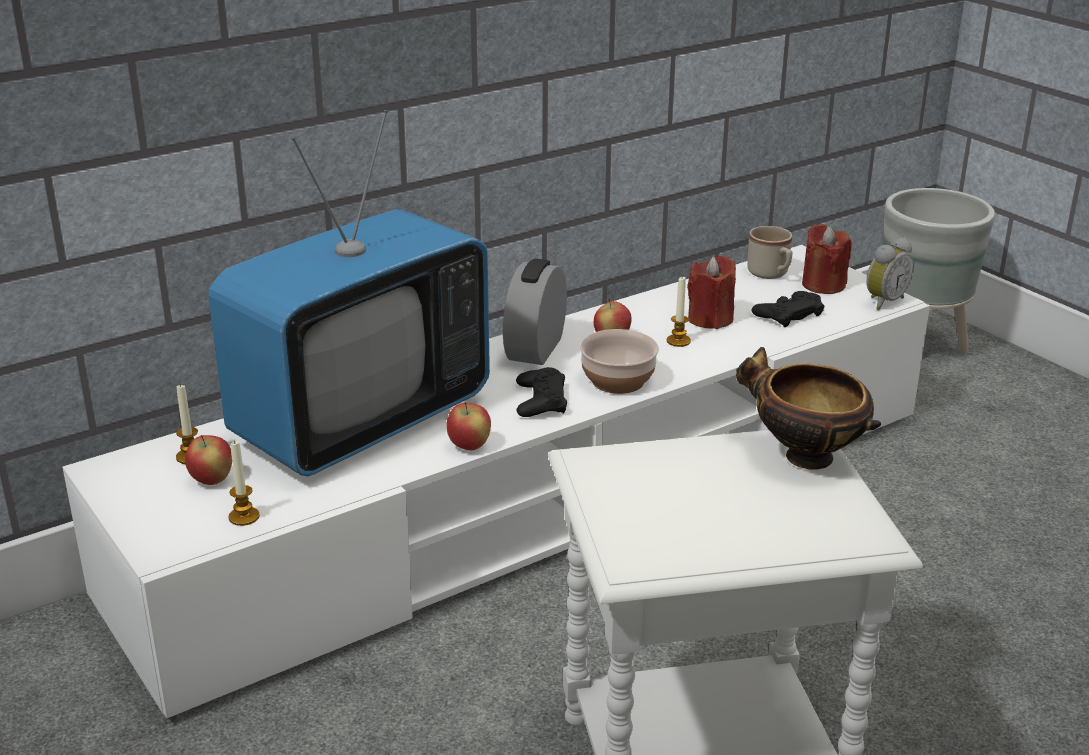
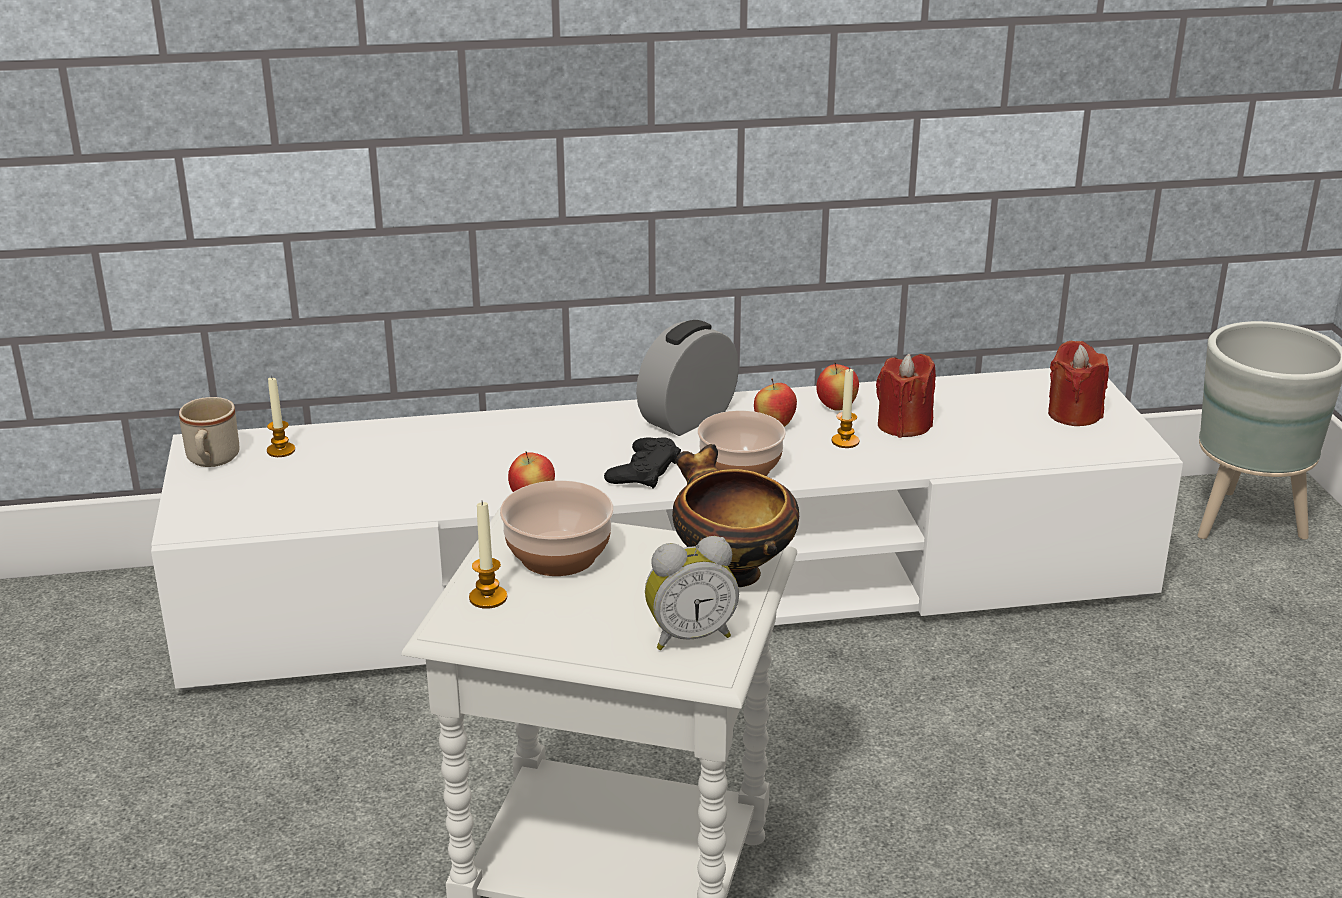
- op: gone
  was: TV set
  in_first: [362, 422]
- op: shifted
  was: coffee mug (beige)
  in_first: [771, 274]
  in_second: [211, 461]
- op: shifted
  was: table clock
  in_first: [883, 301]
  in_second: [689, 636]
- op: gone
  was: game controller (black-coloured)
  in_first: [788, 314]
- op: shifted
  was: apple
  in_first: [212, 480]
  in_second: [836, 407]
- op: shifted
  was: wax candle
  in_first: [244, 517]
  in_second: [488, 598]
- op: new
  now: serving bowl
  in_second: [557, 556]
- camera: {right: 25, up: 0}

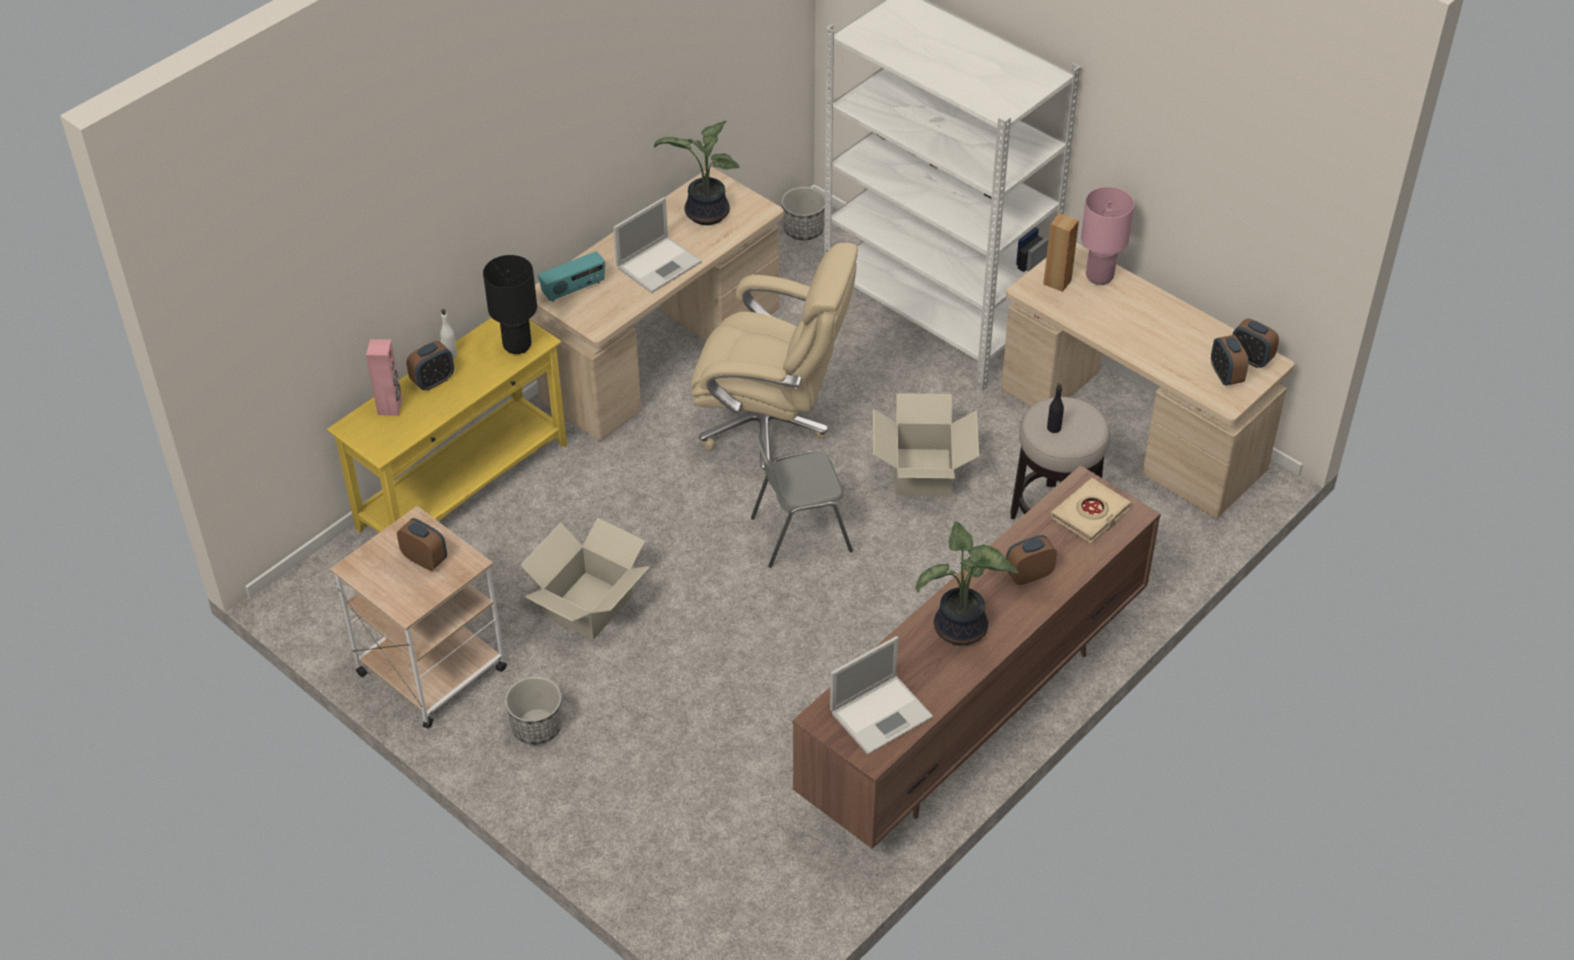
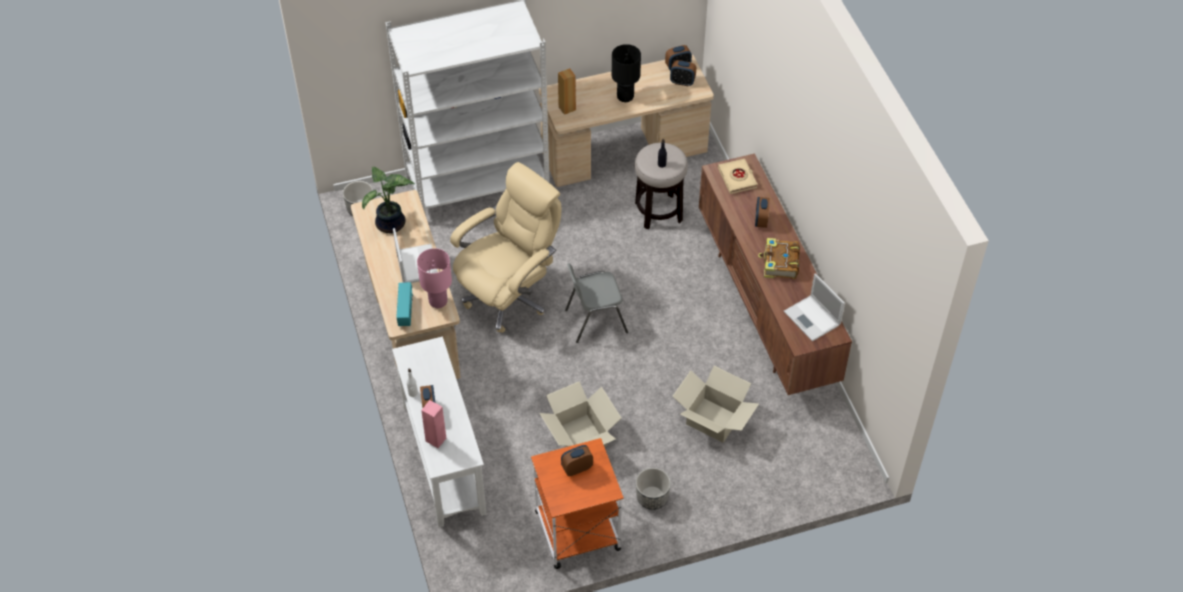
- op: shifted
  was: tabletop lamp (pink)
  in_first: [1099, 278]
  in_second: [438, 303]
- op: shifted
  was: tabletop lamp (black-coloured)
  in_first: [517, 347]
  in_second: [625, 98]
- op: repainted
  was: hall table (yellowish)
  now: hall table (white-coloured)
  in_first: [463, 485]
  in_second: [443, 459]
- op: shifted
  was: carton
  in_first: [923, 472]
  in_second: [713, 419]
- op: rotated
  was: upright chair (grey)
  in_first: [799, 534]
  in_second: [595, 320]
  clockwise: 60
- op: repainted
  was: cart (beige)
  now: cart (orange)
  in_first: [430, 669]
  in_second: [576, 531]
- op: swapped
  was: plant in a pot
  now: bound book
  in_first: [960, 631]
  in_second: [779, 264]
- op: rotated
  was: notebook computer
  in_first: [882, 713]
  in_second: [812, 319]
  clockwise: 150
- camera: {right: -60, up: 5}

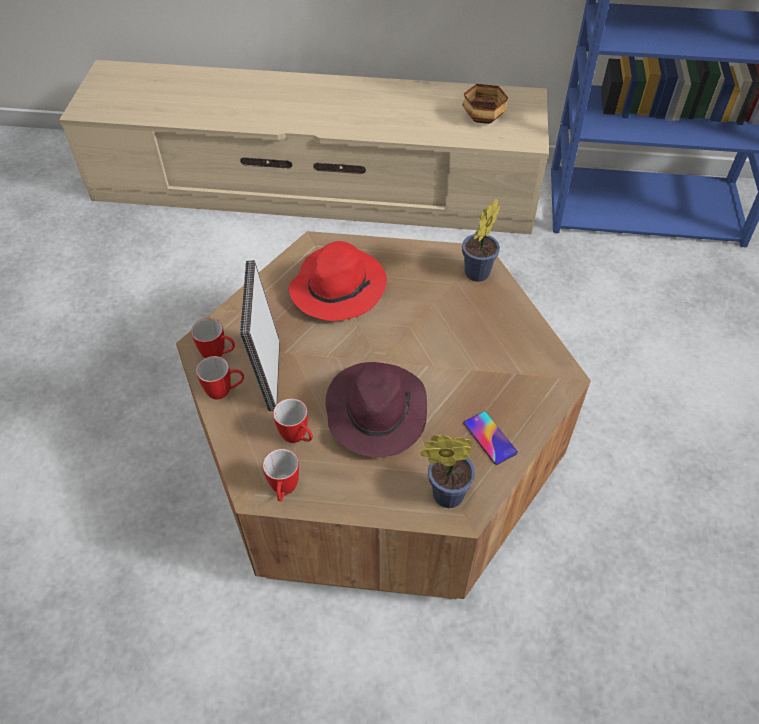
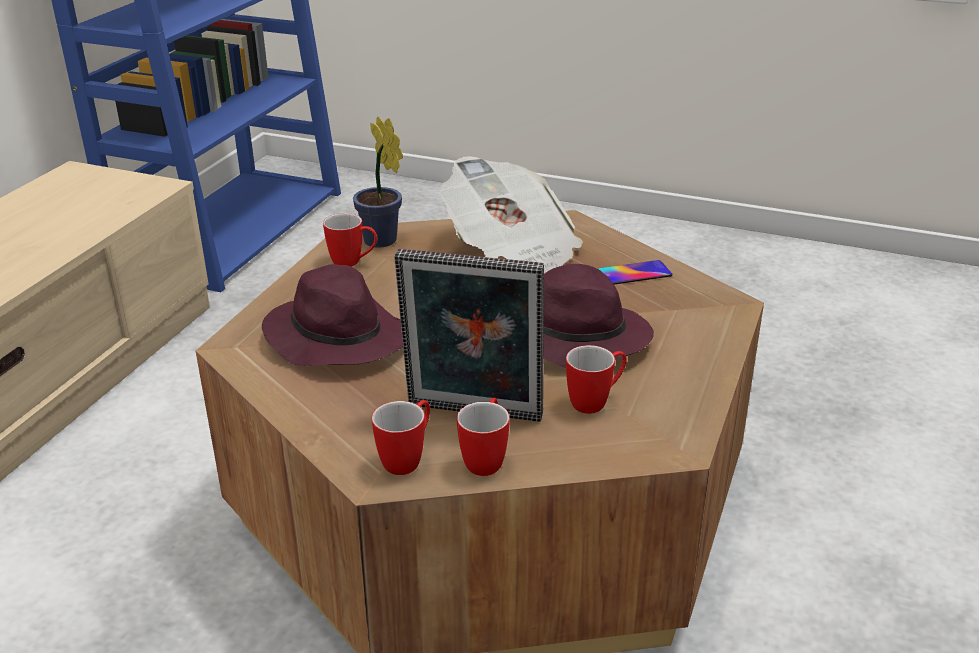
- op: gone
  was: serving bowl
  in_first: [481, 118]
- op: repainted
  was: wearable hat (red-coloured)
  now: wearable hat (purplish)
  in_first: [338, 287]
  in_second: [335, 337]
- op: gone
  was: plant in a pot
  in_first: [443, 494]
- op: shifted
  was: coffee mug
  in_first: [284, 491]
  in_second: [353, 262]
- op: new
  now: daily paper
  in_second: [512, 252]
- camera: {right: -75, up: -20}

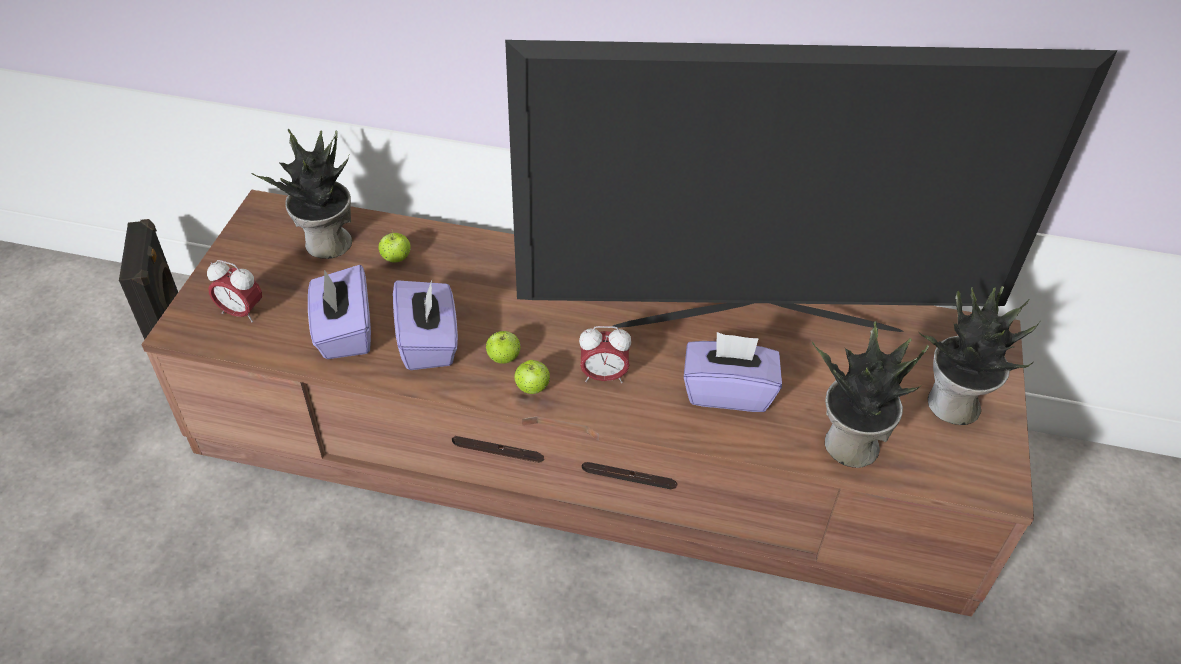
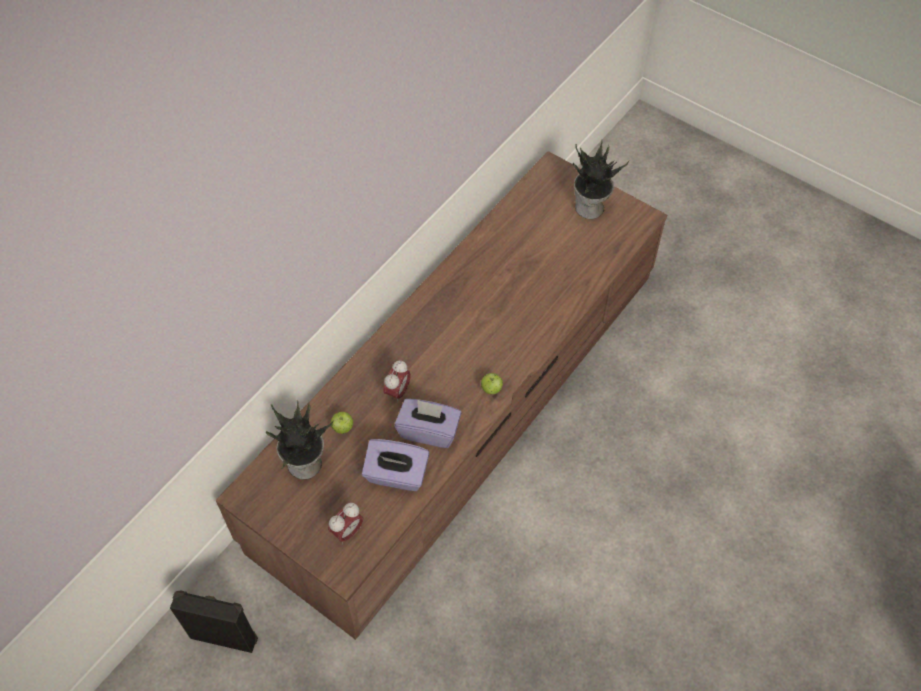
- op: gone
  was: TV set
  in_first: [756, 325]
- op: gone
  was: plant in a pot
  in_first: [849, 445]
- op: shifted
  was: table clock
  in_first: [603, 376]
  in_second: [398, 392]
- op: gone
  was: apple
  in_first: [503, 358]
- op: gone
  was: tissue holder (purplish)
  in_first: [728, 391]
- camera: {right: -65, up: 10}

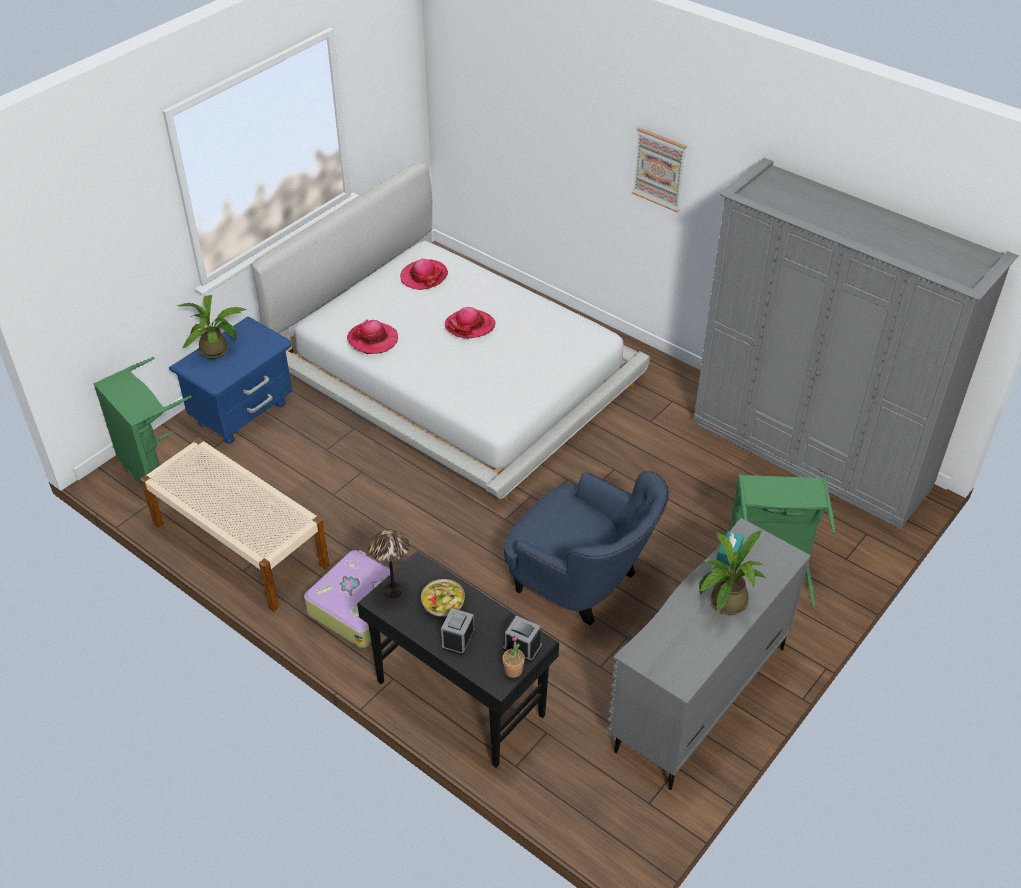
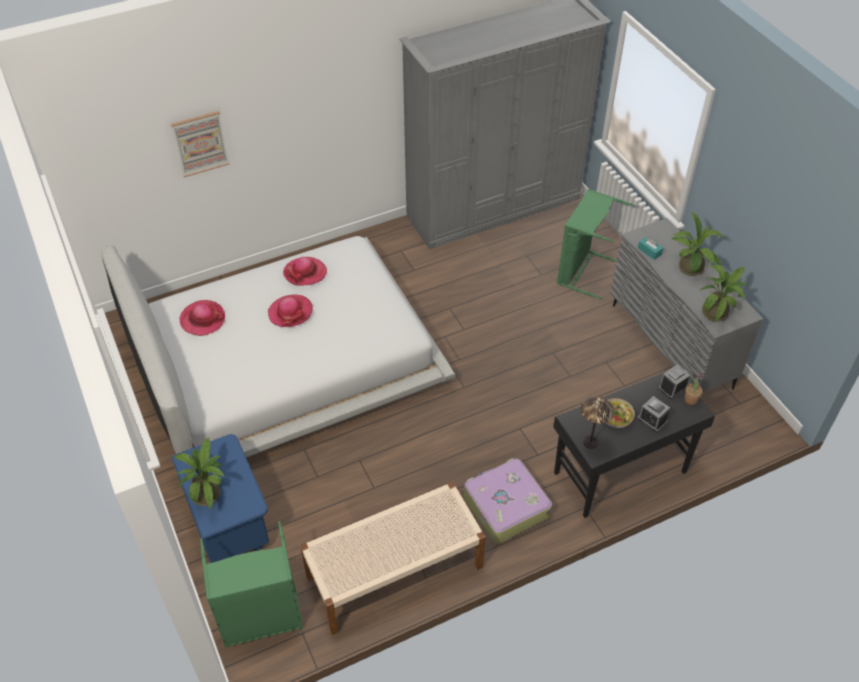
- op: shifted
  was: wall art
  in_first: [659, 169]
  in_second: [200, 143]
- op: shifted
  was: wearable hat
  in_first: [373, 339]
  in_second: [305, 273]
- op: gone
  was: lounge chair (blue-coloured)
  in_first: [582, 582]
- op: new
  now: plant in a pot
  in_second: [717, 312]
- camera: {right: -65, up: 5}

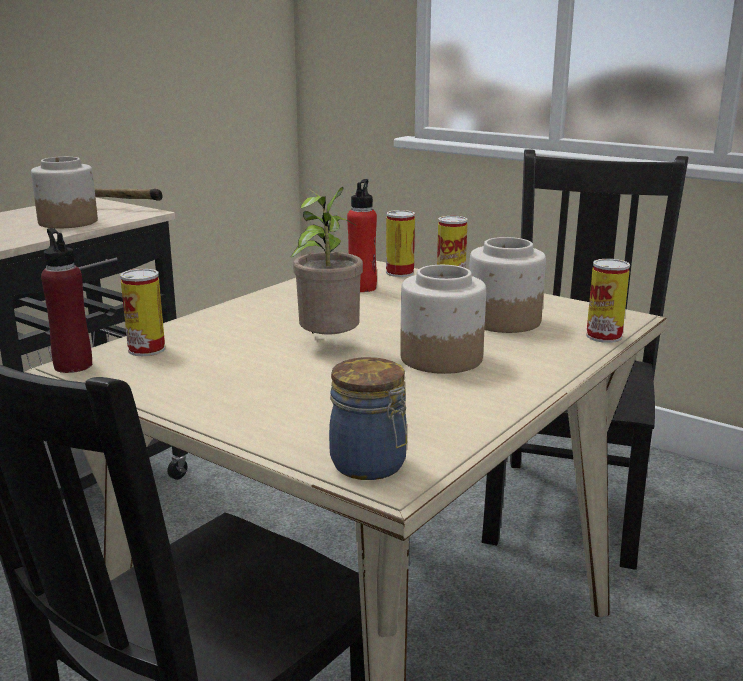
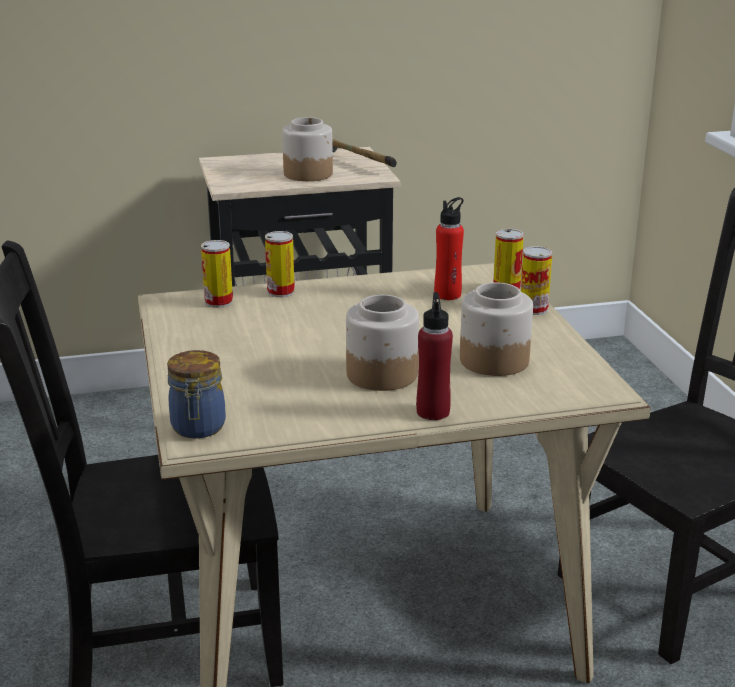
- op: gone
  was: plant in a pot
  in_first: [328, 346]
- op: shifted
  was: drink bottle (red-coloured)
  in_first: [73, 365]
  in_second: [433, 412]
- op: shifted
  was: metal can
  in_first: [604, 336]
  in_second: [281, 291]
- camera: {right: 40, up: 5}

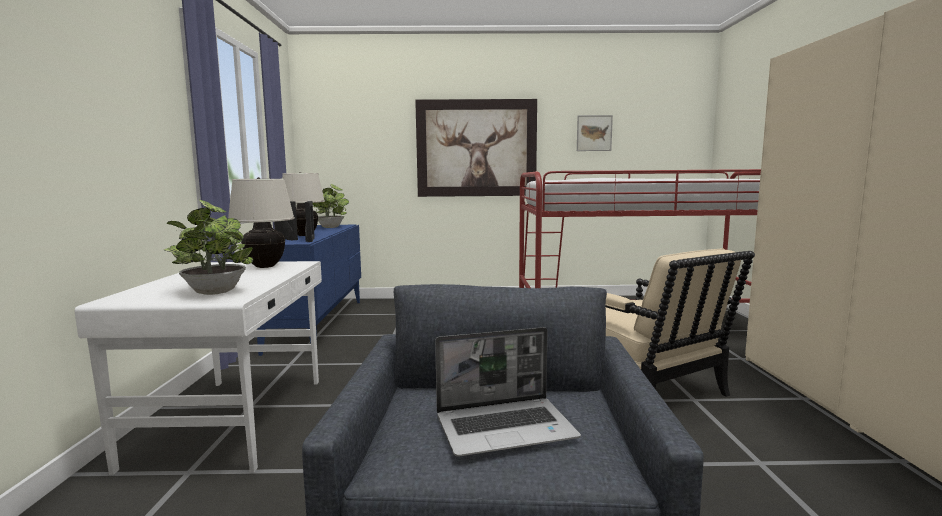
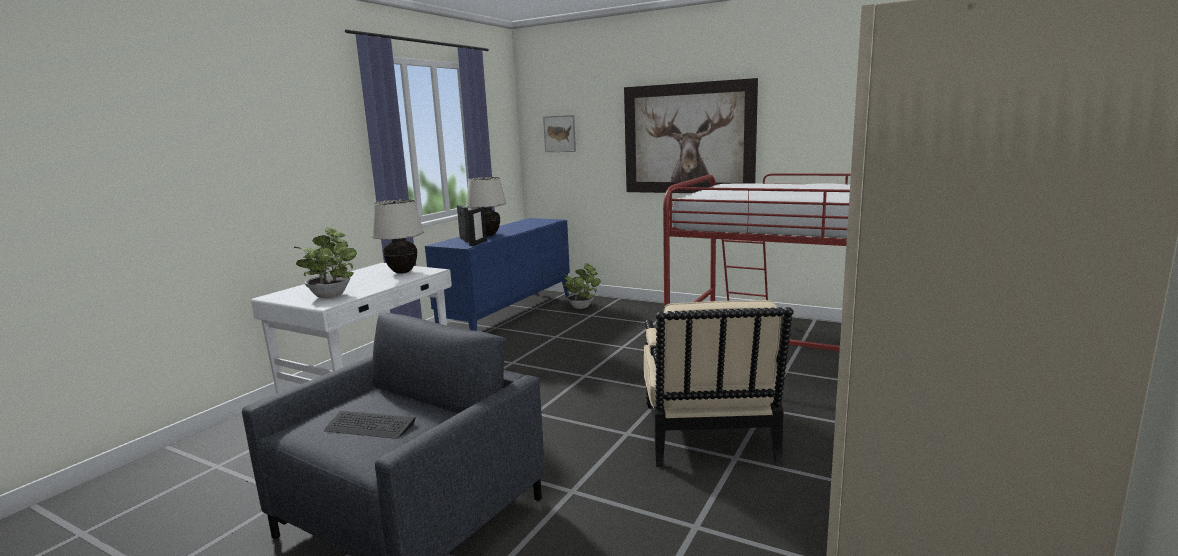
- op: shifted
  was: wall art
  in_first: [594, 133]
  in_second: [559, 133]
- op: shifted
  was: plant in a pot
  in_first: [331, 227]
  in_second: [582, 306]
- op: swapped
  was: notebook computer
  now: PC keyboard
  in_first: [506, 427]
  in_second: [370, 426]
- camera: {right: 30, up: 5}

